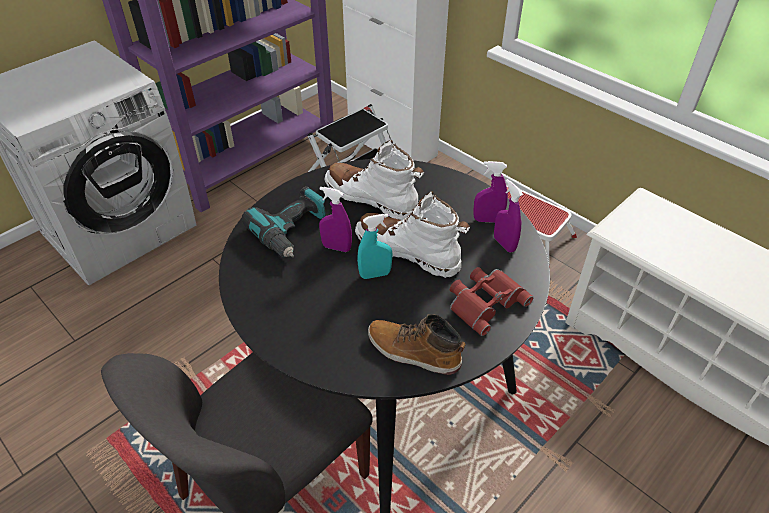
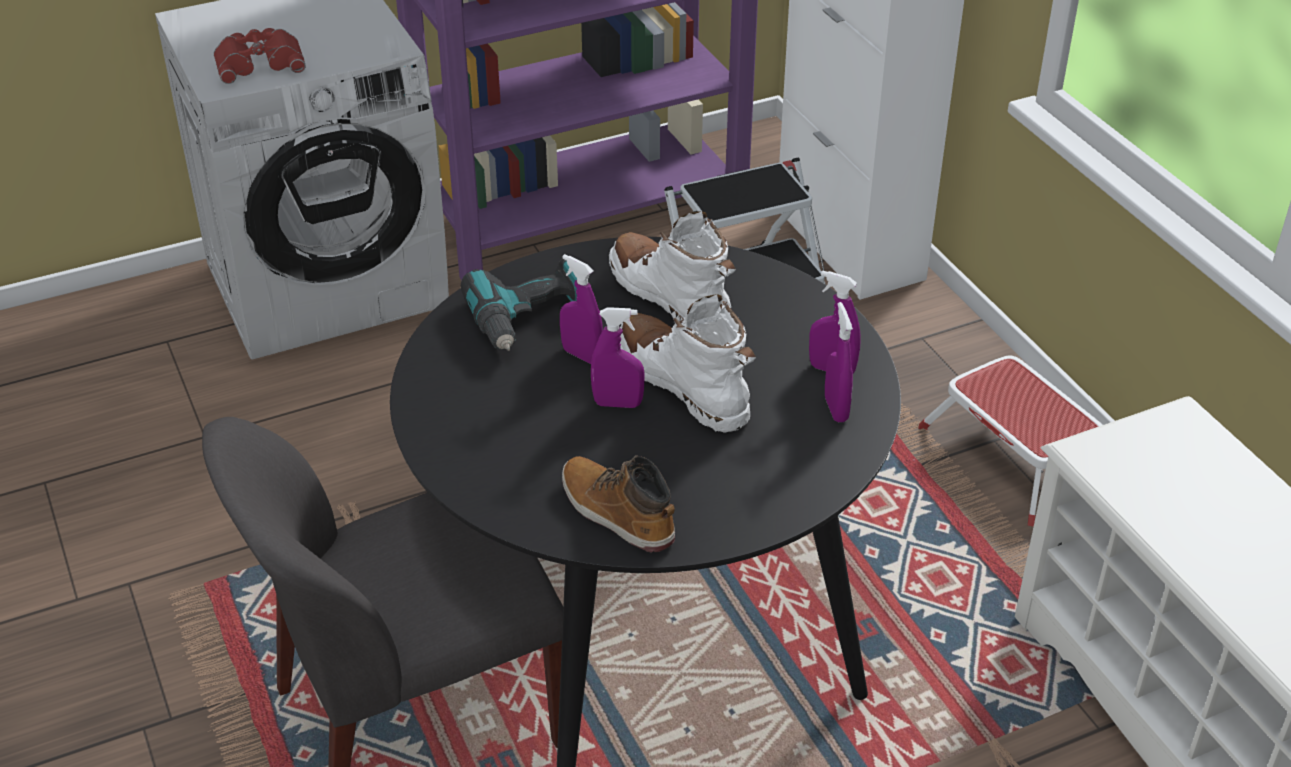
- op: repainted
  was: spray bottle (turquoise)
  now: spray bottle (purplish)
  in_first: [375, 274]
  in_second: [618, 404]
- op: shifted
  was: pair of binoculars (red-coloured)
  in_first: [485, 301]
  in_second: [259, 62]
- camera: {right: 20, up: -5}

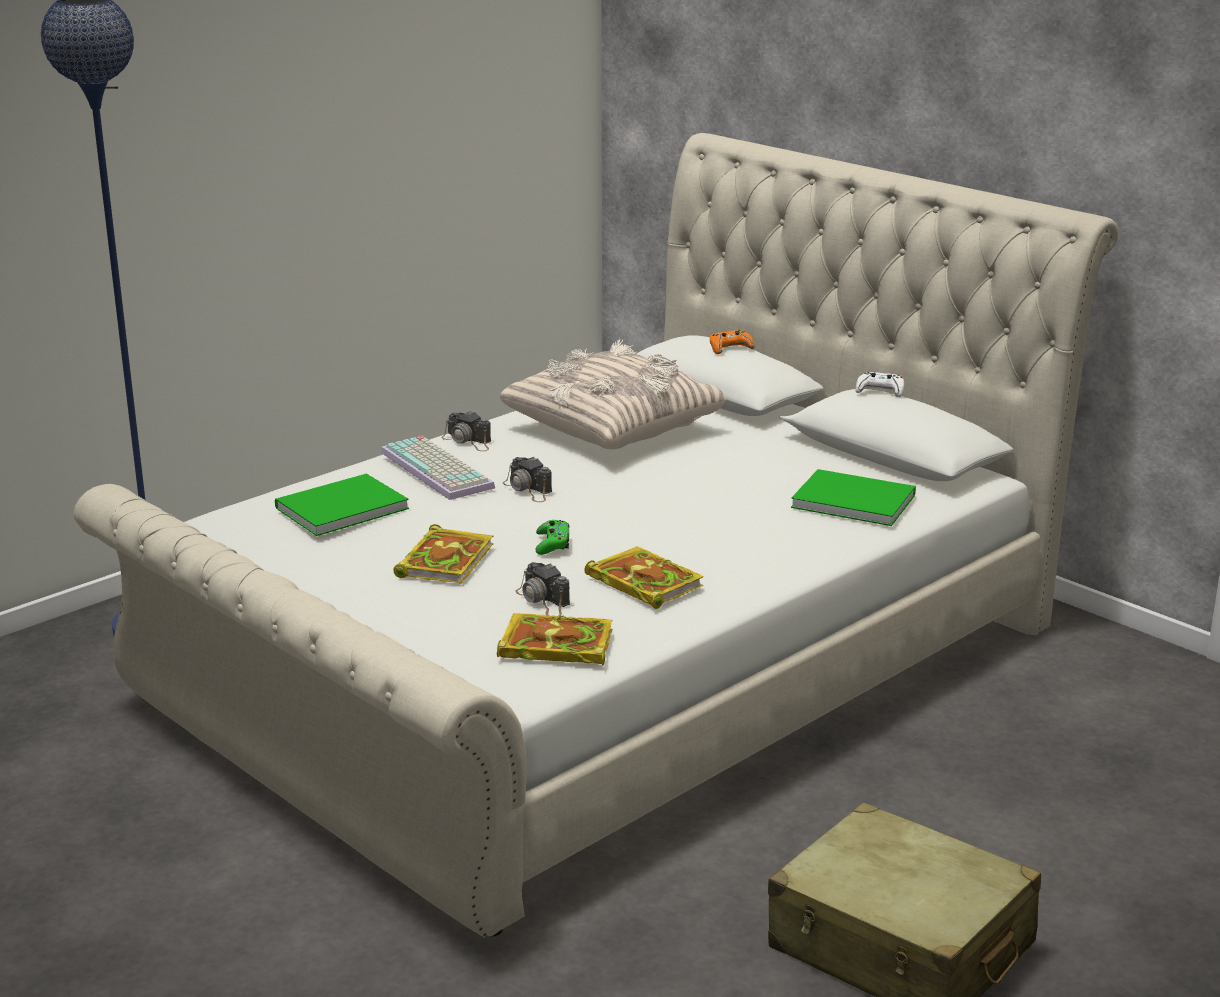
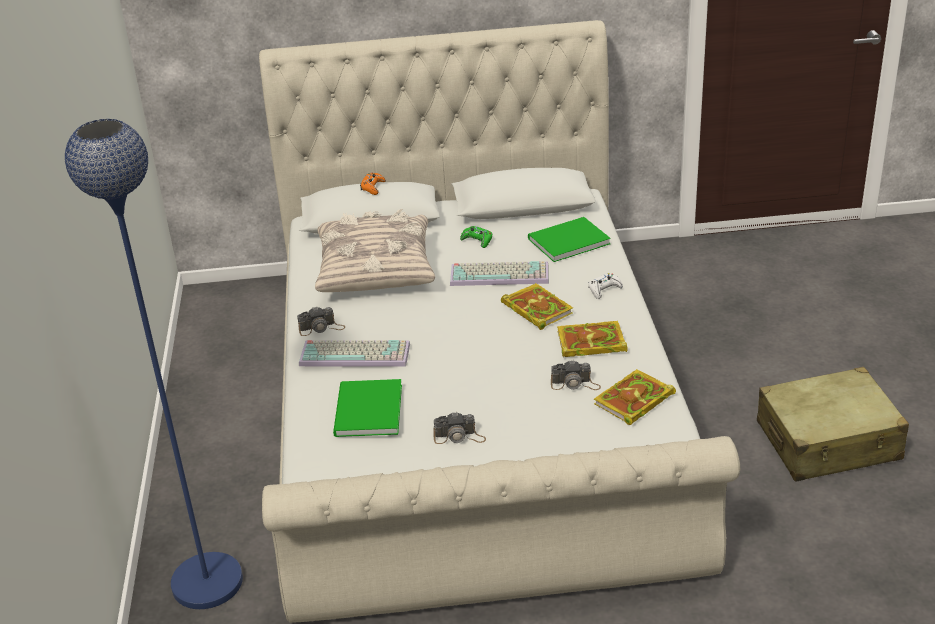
- op: shifted
  was: game controller (white-coloured)
  in_first: [880, 391]
  in_second: [604, 289]
- op: shifted
  was: photo camera
  in_first: [528, 489]
  in_second: [459, 437]
- op: shifted
  was: game controller (greenish)
  in_first: [552, 544]
  in_second: [477, 240]
- op: shifted
  was: bound book
  in_first: [445, 560]
  in_second: [535, 309]
- op: new
  now: PC keyboard
  in_second: [500, 274]
- camera: {right: -50, up: 10}

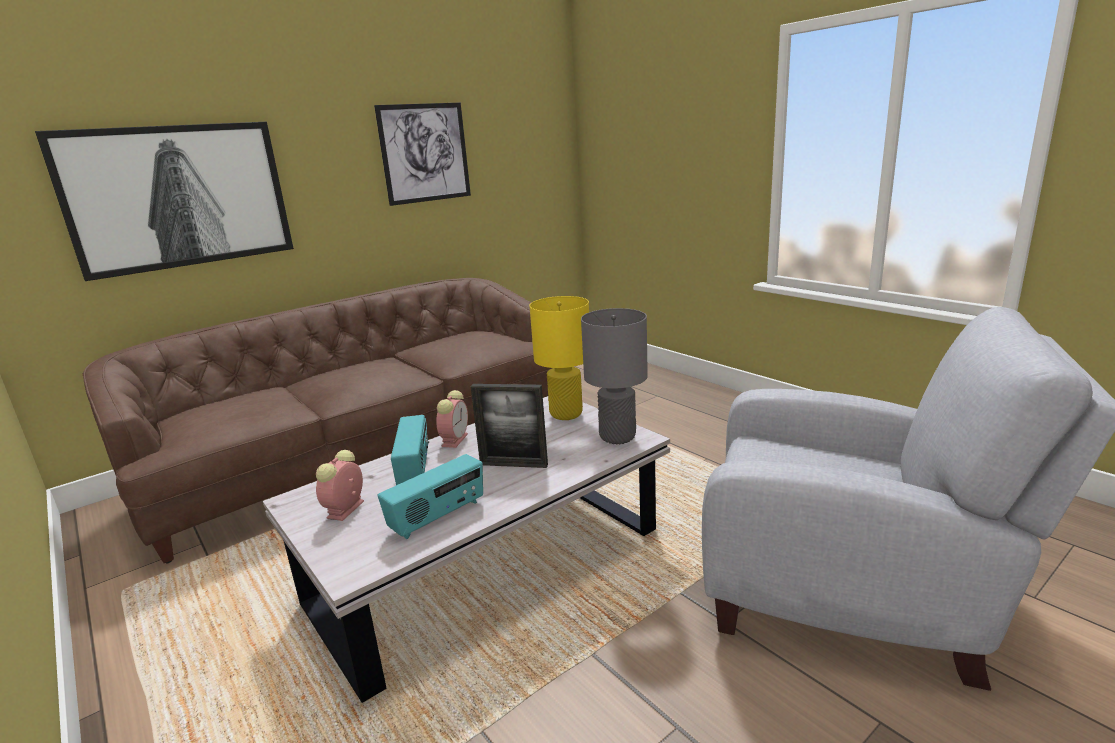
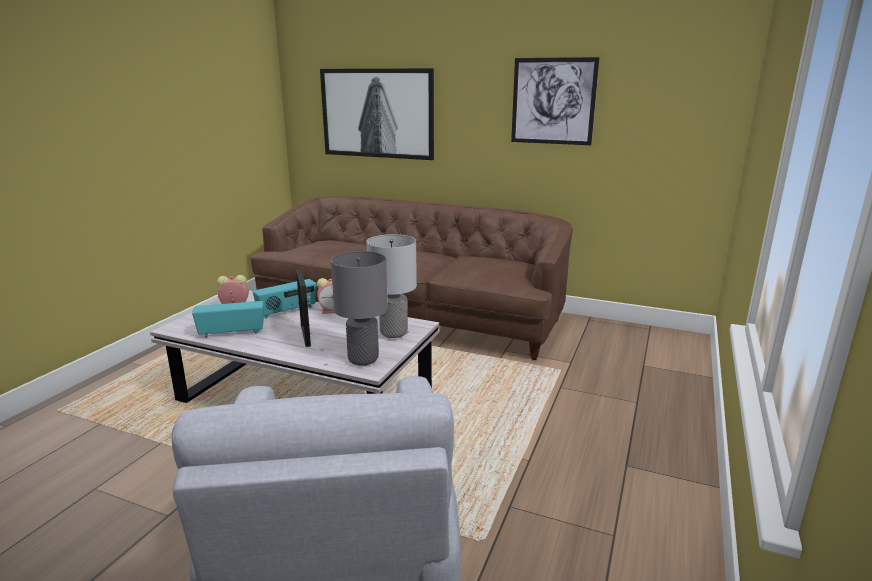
- op: repainted
  was: tabletop lamp (yellowish)
  now: tabletop lamp (grey)
  in_first: [565, 416]
  in_second: [393, 334]
- op: rotated
  was: radio receiver
  in_first: [438, 517]
  in_second: [232, 332]
  clockwise: 150
- camera: {right: 60, up: 0}

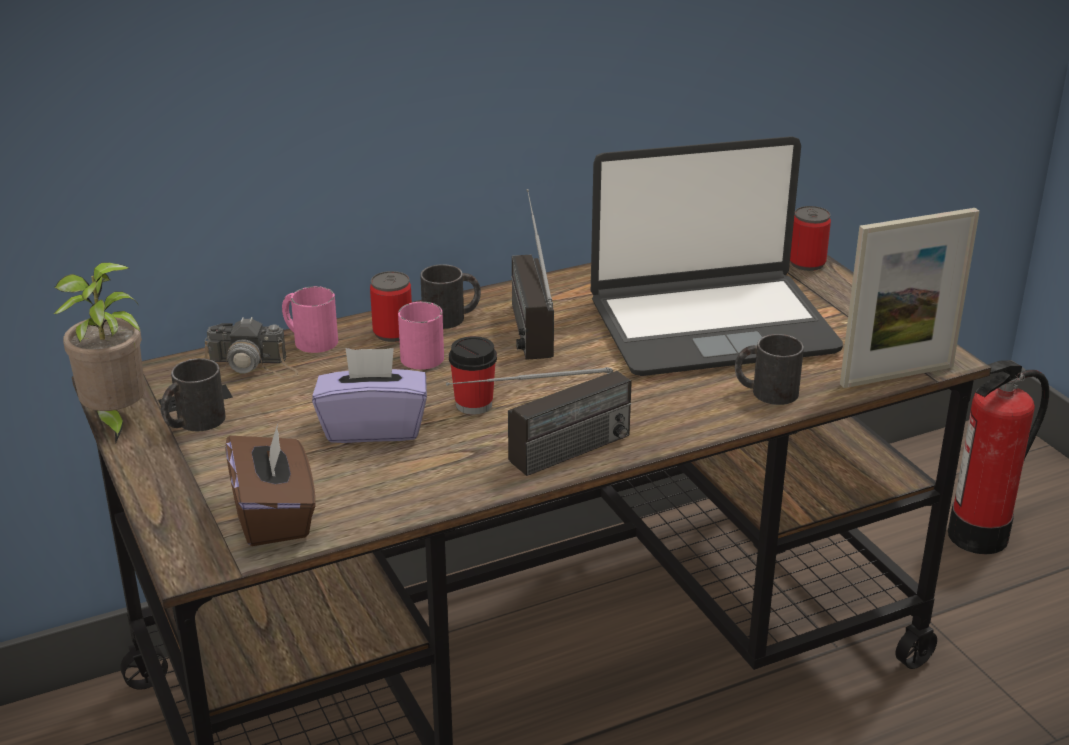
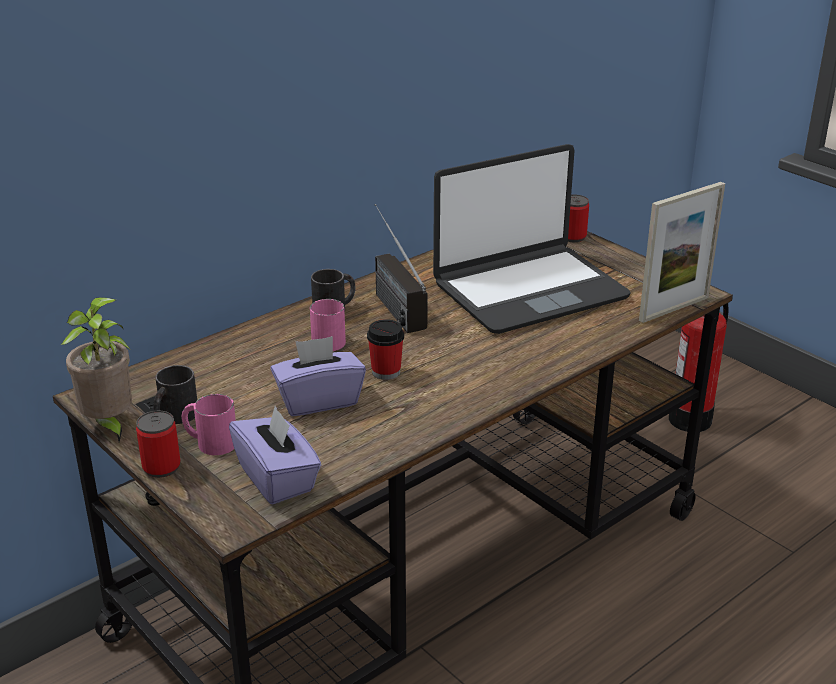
- op: shifted
  was: metal can
  in_first: [393, 333]
  in_second: [161, 467]
- op: shifted
  was: coffee mug (pink)
  in_first: [309, 339]
  in_second: [210, 442]
- op: gone
  was: photo camera
  in_first: [252, 365]
- op: gone
  was: coffee mug (black-coloured)
  in_first: [765, 391]
- op: gone
  was: radio receiver
  in_first: [543, 461]
- op: repainted
  was: tissue holder (brown)
  now: tissue holder (purplish)
  in_first: [275, 515]
  in_second: [277, 478]
- camera: {right: -15, up: 0}

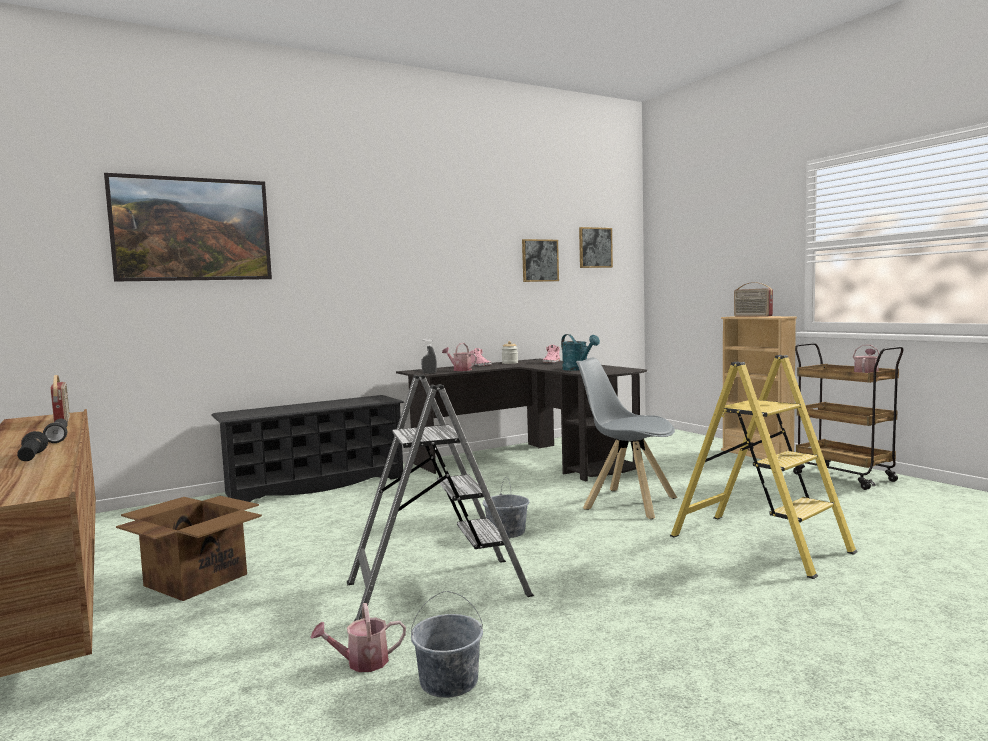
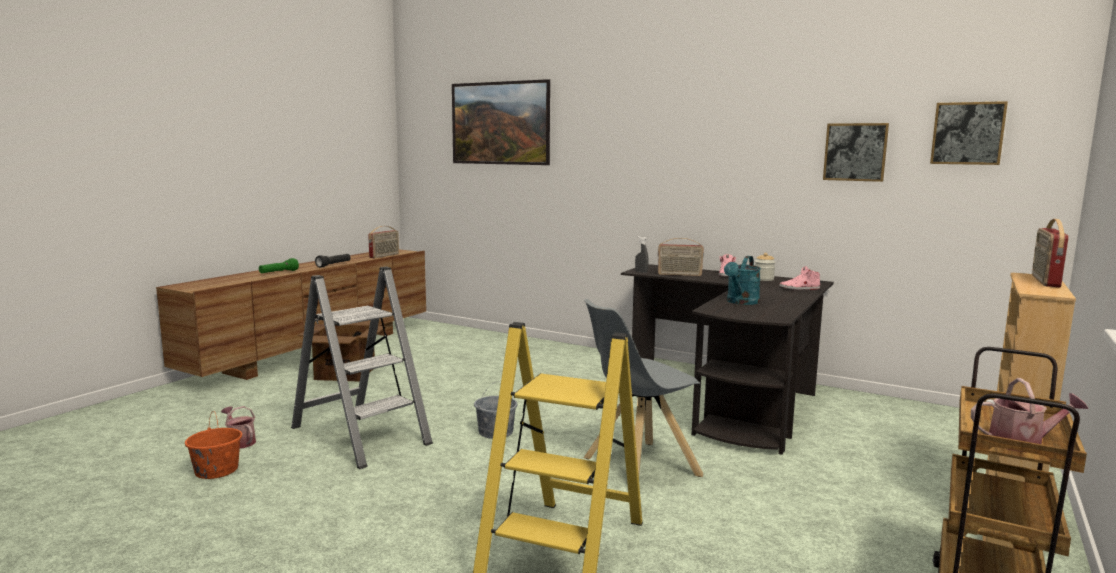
- op: swapped
  was: watering pot
  now: radio receiver
  in_first: [460, 370]
  in_second: [679, 275]
- op: rotated
  was: upright chair (grey)
  in_first: [627, 502]
  in_second: [638, 467]
  clockwise: -120
- op: gone
  was: shoe shelf (black-coloured)
  in_first: [315, 485]
- op: repainted
  was: hand torch (black-coloured)
  now: hand torch (greenish)
  in_first: [32, 458]
  in_second: [278, 273]
- op: repainted
  was: pail (grey)
  now: pail (orange)
  in_first: [448, 681]
  in_second: [216, 470]
- camera: {right: 60, up: 5}

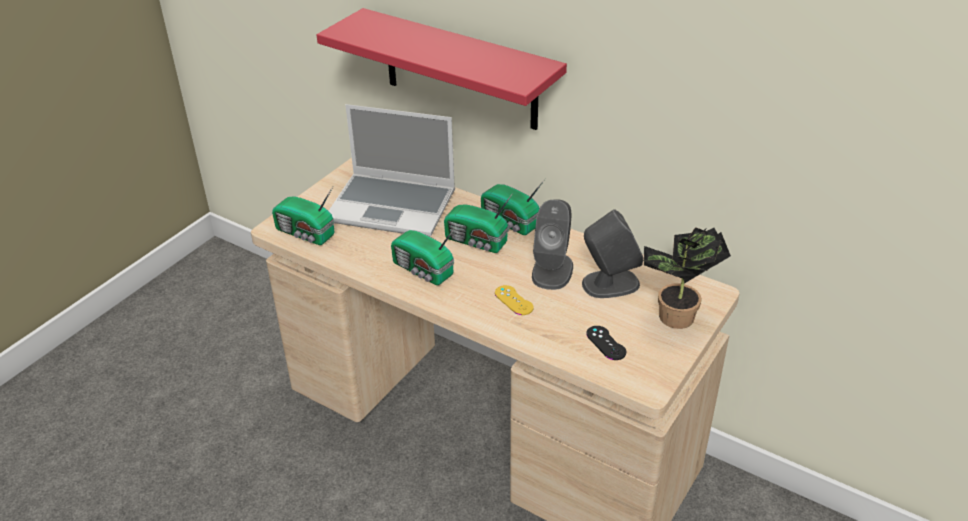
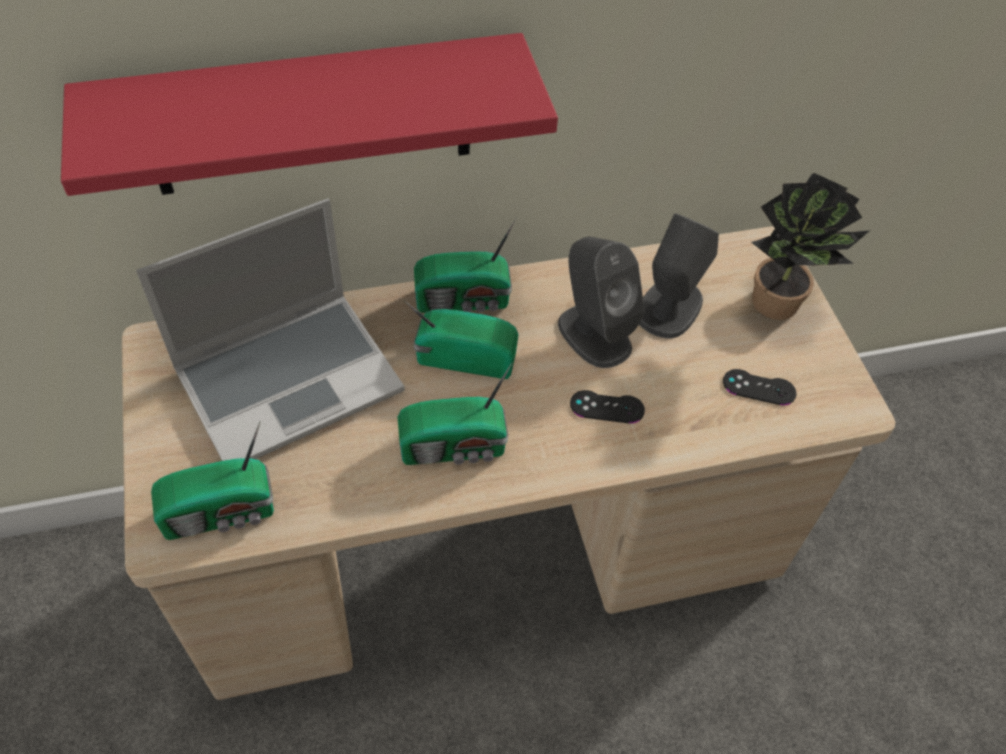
- op: rotated
  was: radio receiver
  in_first: [477, 242]
  in_second: [463, 356]
  clockwise: -150
- op: repainted
  was: game controller (yellowish)
  now: game controller (black-coloured)
  in_first: [513, 300]
  in_second: [607, 407]
- camera: {right: -50, up: 15}

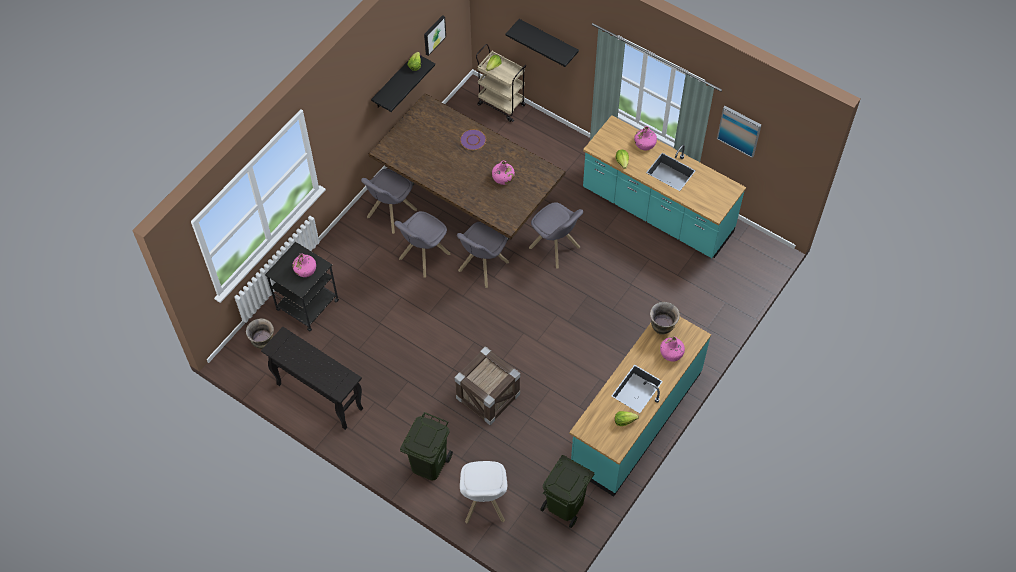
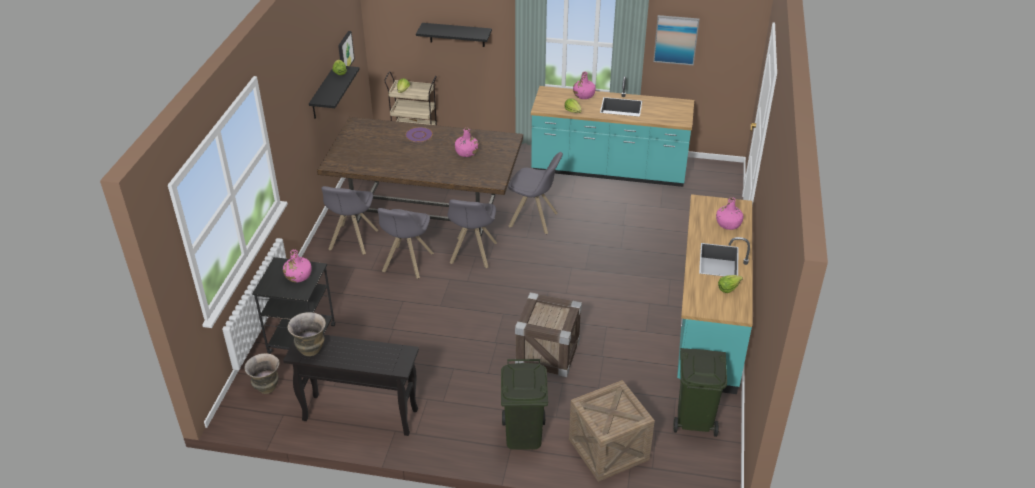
- op: shifted
  was: vase
  in_first: [662, 328]
  in_second: [311, 349]
- op: swapped
  was: upright chair (white-coloured)
  now: packing crate
  in_first: [484, 503]
  in_second: [608, 449]
- camera: {right: -25, up: -20}

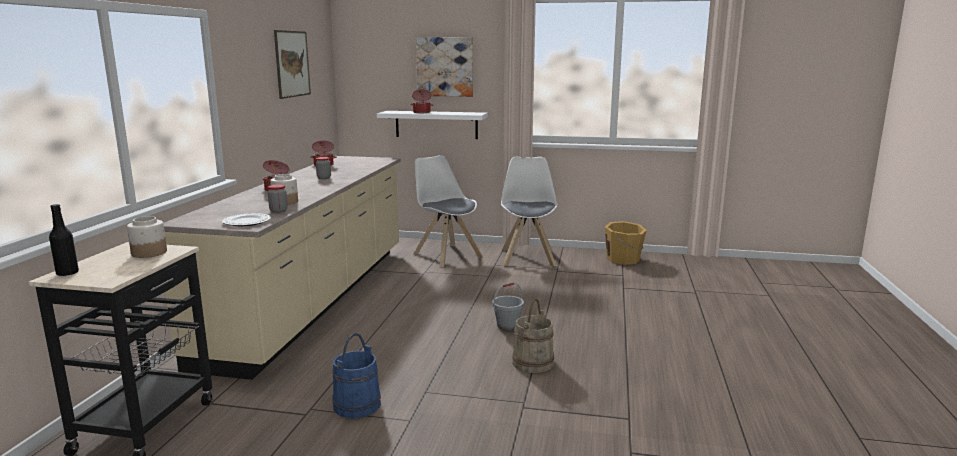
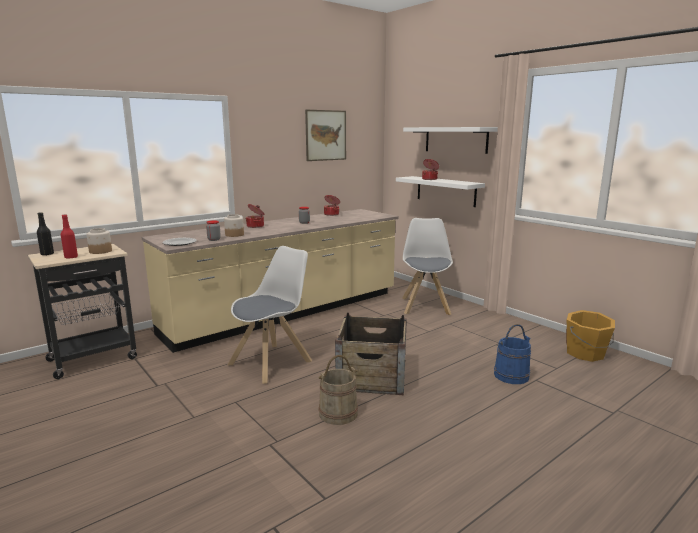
- op: swapped
  was: wall art
  now: wall shelf (white-coloured)
  in_first: [445, 66]
  in_second: [455, 139]
- op: shifted
  was: upright chair
  in_first: [528, 257]
  in_second: [272, 362]
- op: swapped
  was: pail (grey)
  now: packing crate
  in_first: [507, 326]
  in_second: [372, 376]
- op: shifted
  was: pail (blue-coloured)
  in_first: [356, 404]
  in_second: [511, 375]
- op: new
  now: drink bottle (red-coloured)
  in_second: [71, 257]
- camera: {right: 40, up: 0}

